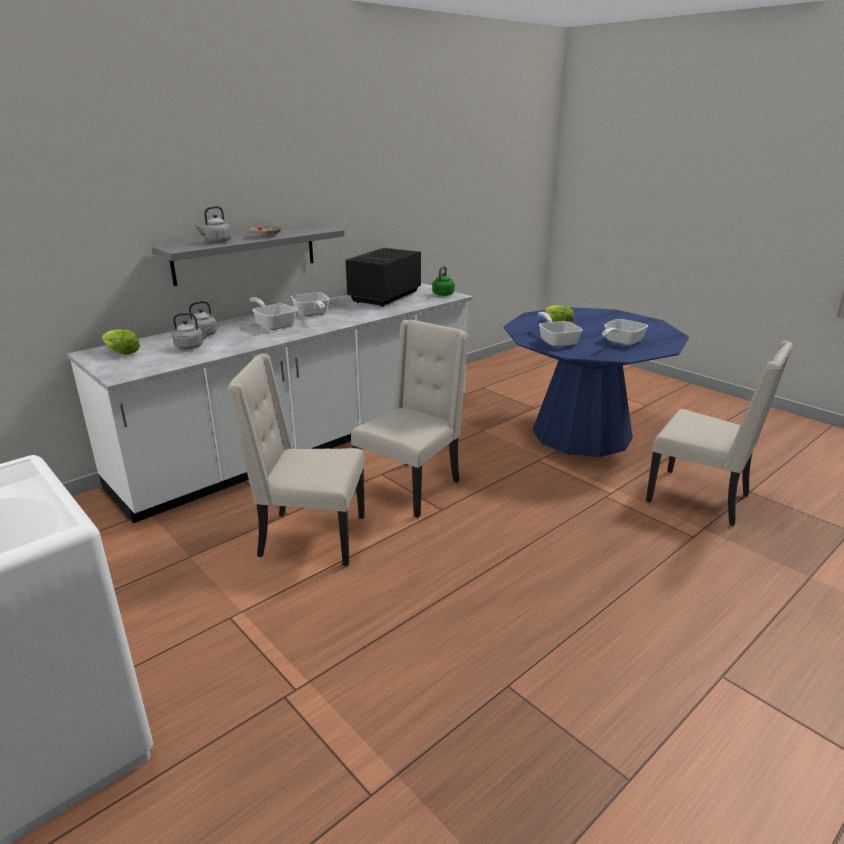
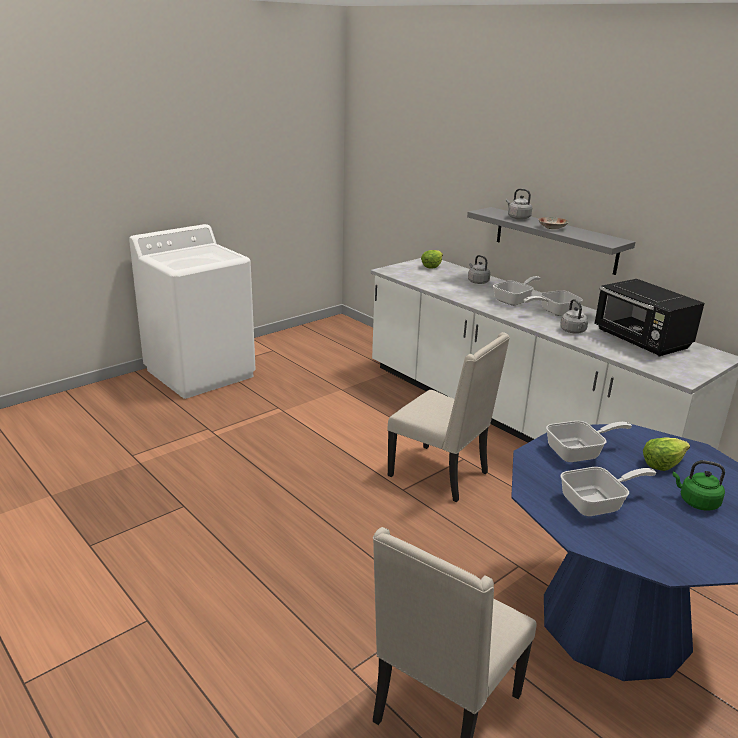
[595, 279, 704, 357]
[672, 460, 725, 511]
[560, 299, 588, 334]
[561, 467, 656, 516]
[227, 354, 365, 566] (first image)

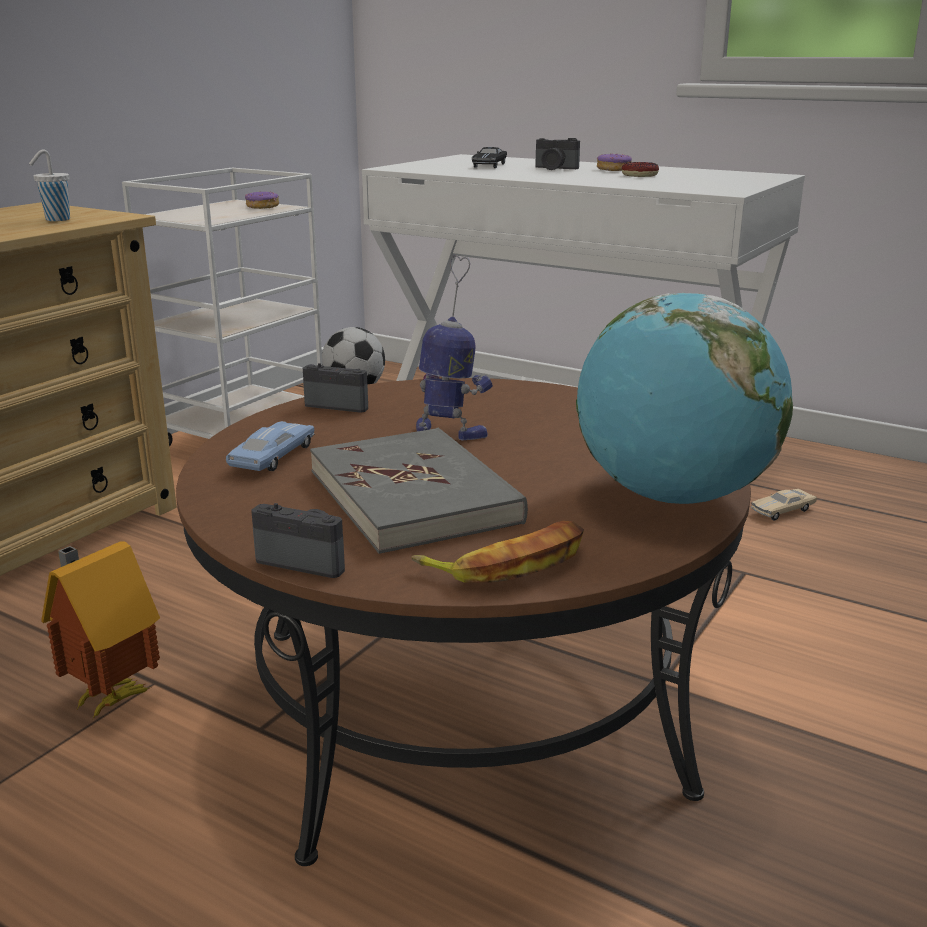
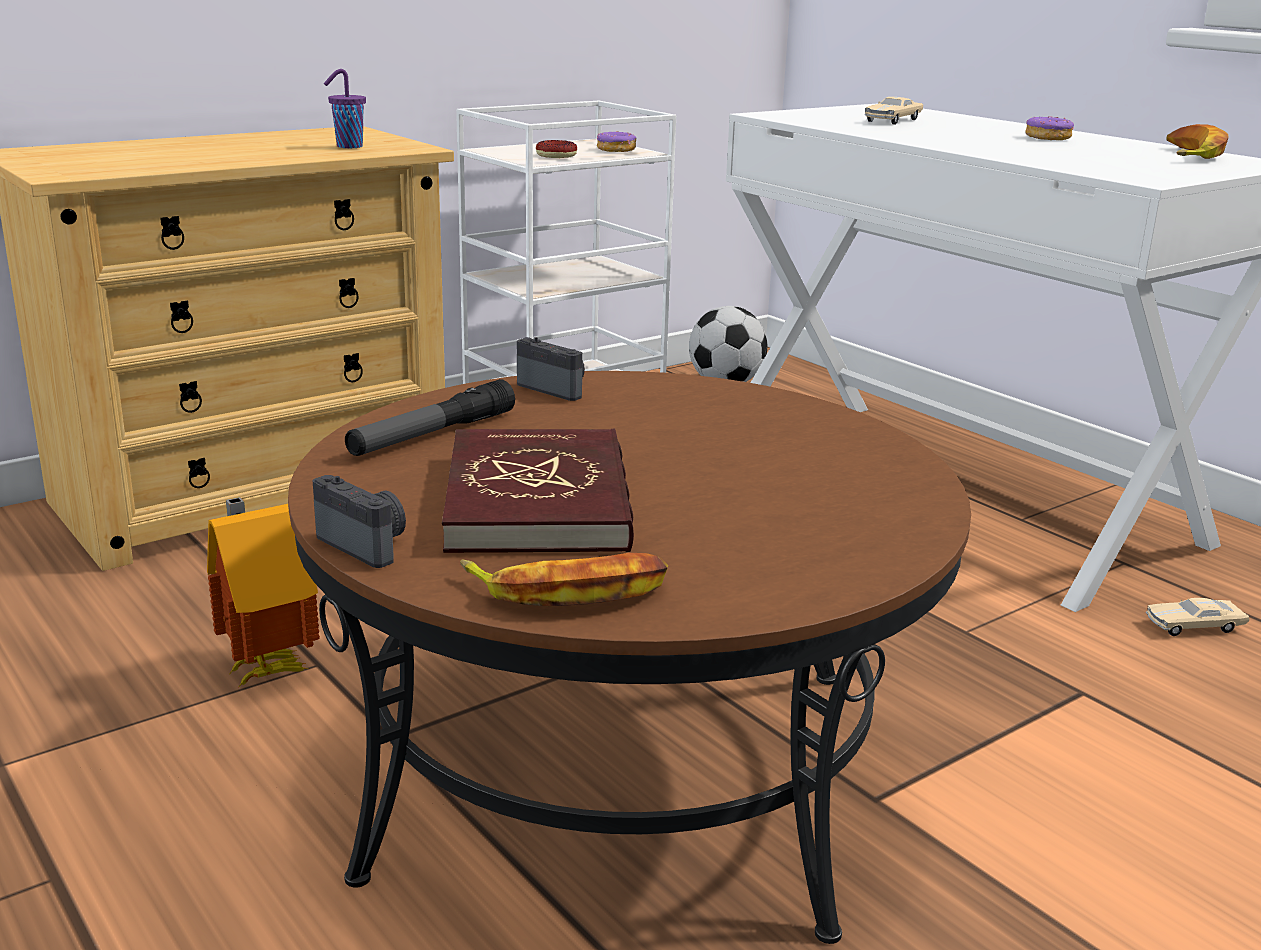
[535, 138, 580, 170] (first image)
[865, 97, 923, 125]
[324, 69, 366, 148]
[536, 140, 577, 158]
[416, 255, 493, 441] (first image)
[576, 293, 793, 504] (first image)
[345, 379, 515, 456]
[442, 429, 634, 553]
[1166, 124, 1229, 159]

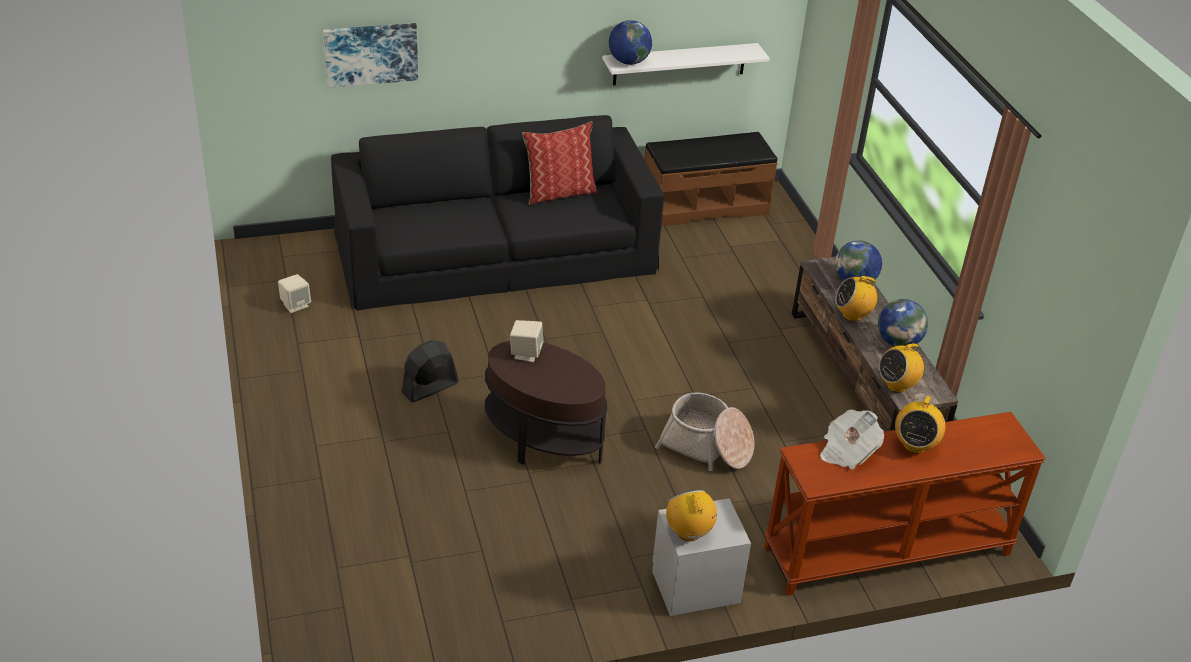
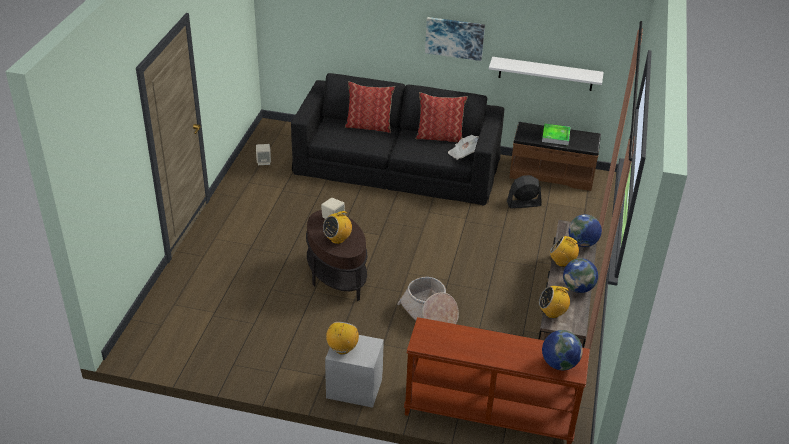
[542, 330, 583, 370]
[425, 17, 485, 61]
[507, 175, 542, 208]
[323, 211, 352, 244]
[448, 135, 479, 160]
[345, 81, 395, 133]
[542, 124, 571, 145]

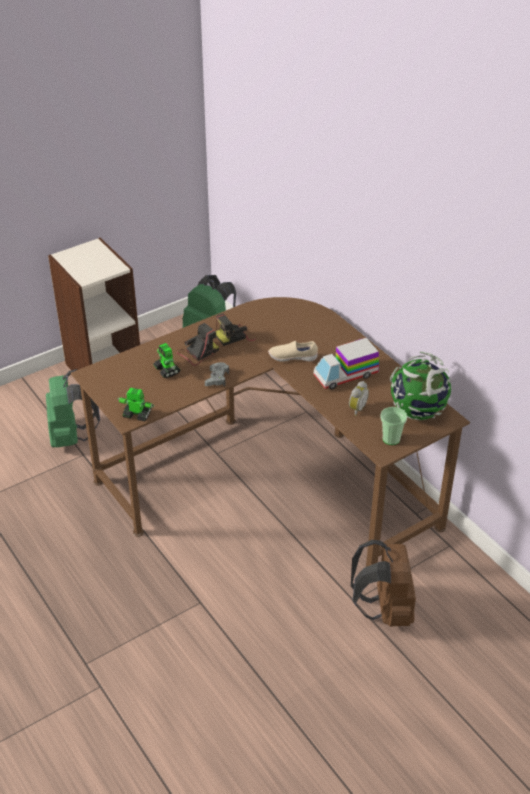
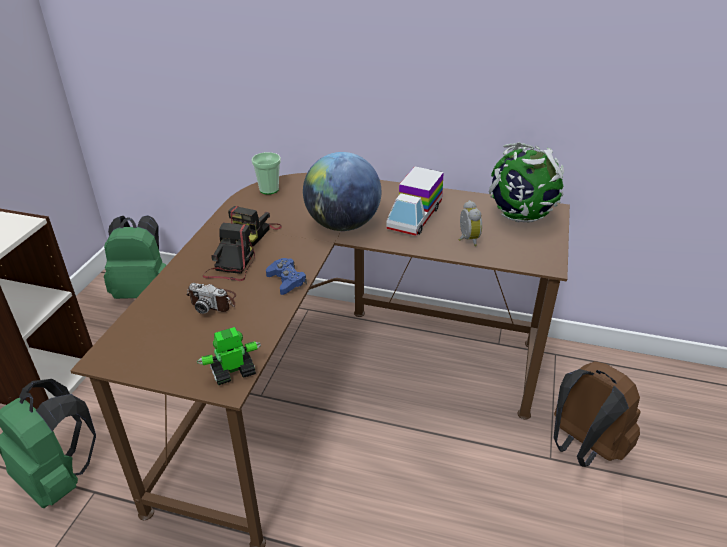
[303, 152, 381, 231]
[186, 283, 236, 314]
[266, 258, 307, 295]
[251, 152, 281, 195]

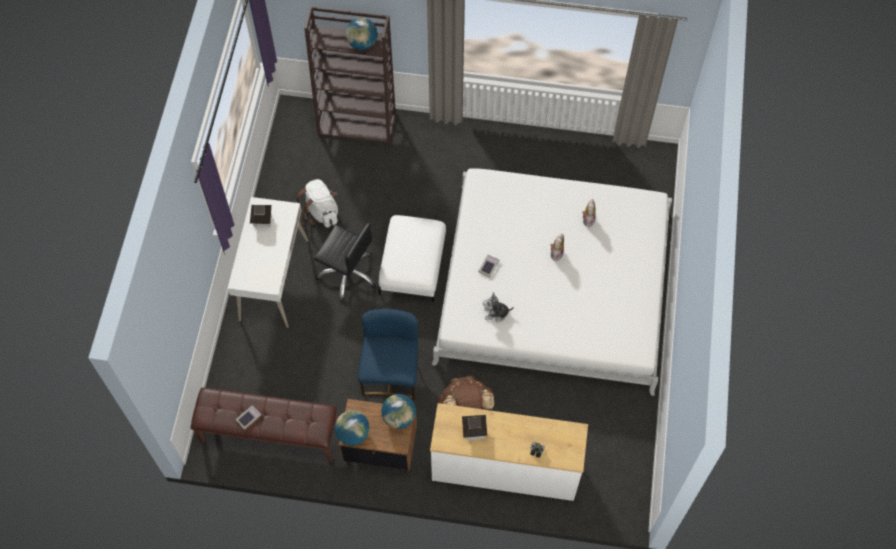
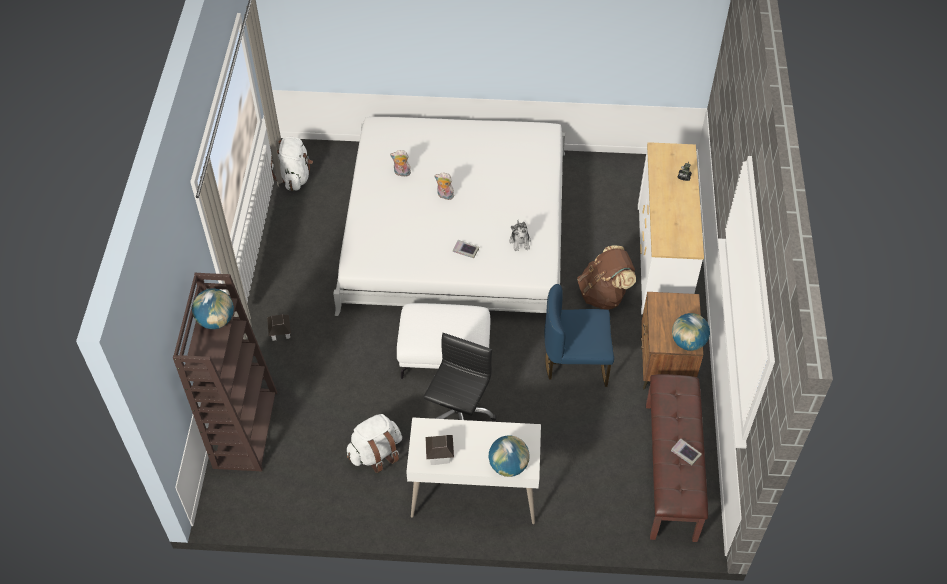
[489, 435, 530, 477]
[267, 315, 291, 341]
[270, 137, 313, 191]

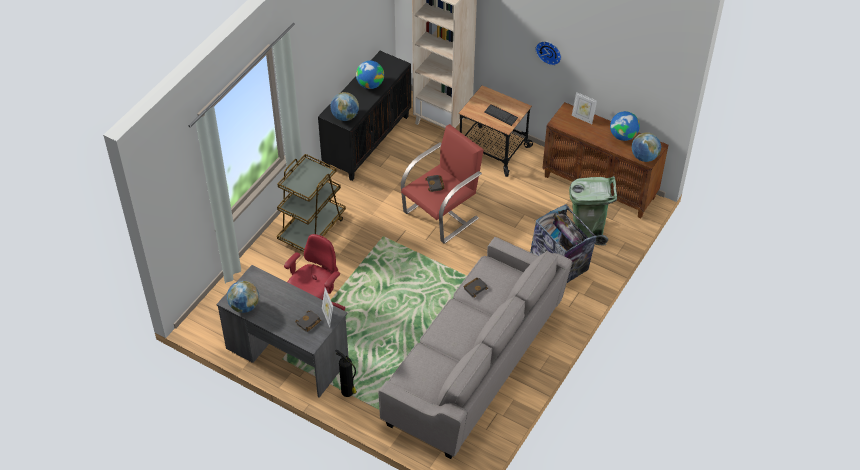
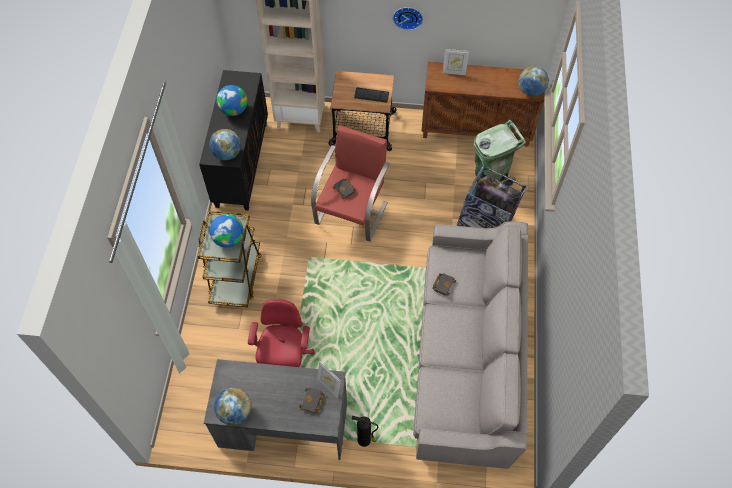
[210, 214, 244, 248]

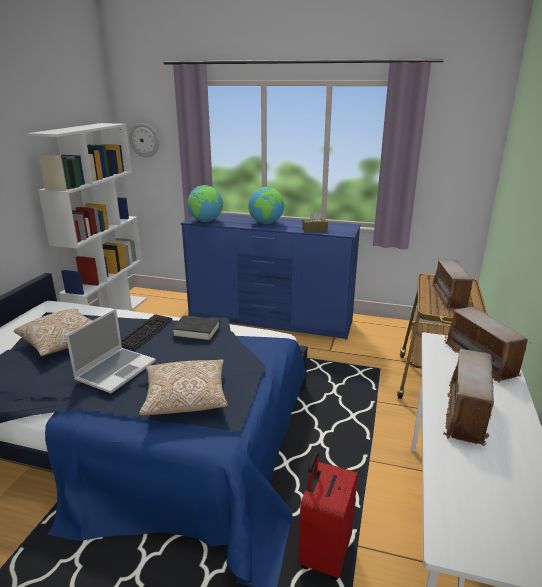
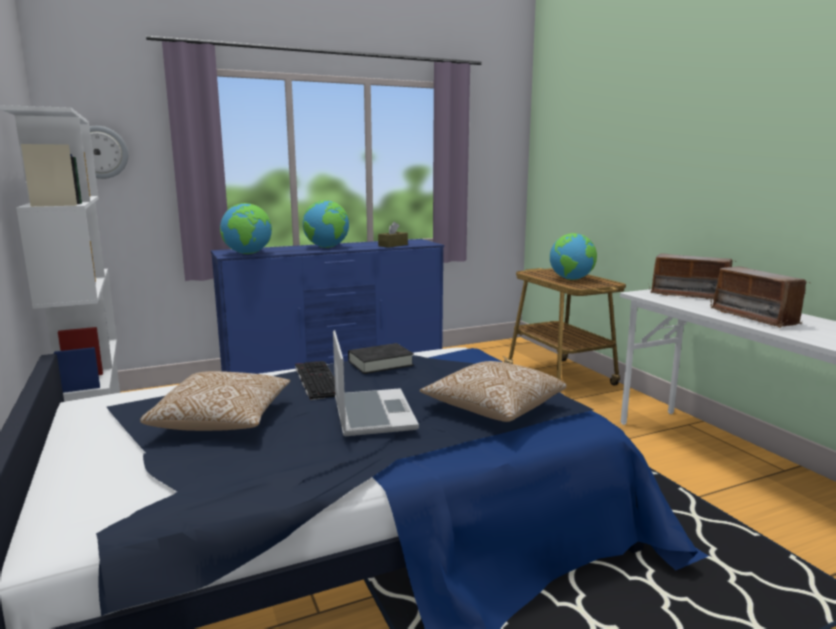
[550, 233, 597, 280]
[298, 452, 358, 580] (first image)

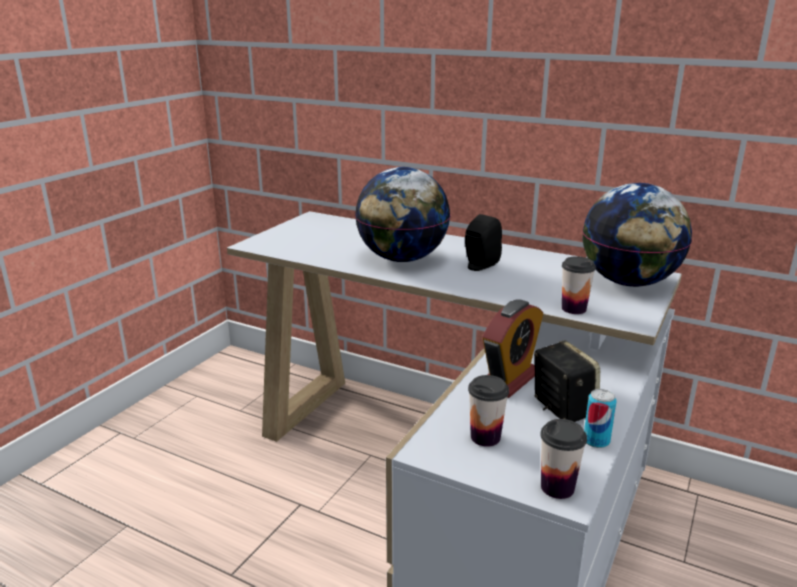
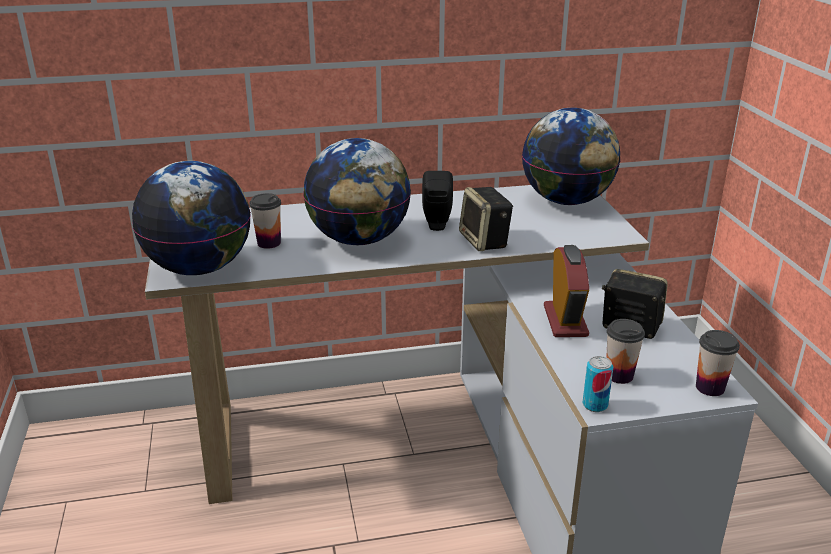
[249, 193, 281, 249]
[583, 356, 613, 412]
[132, 161, 251, 275]
[459, 187, 513, 251]

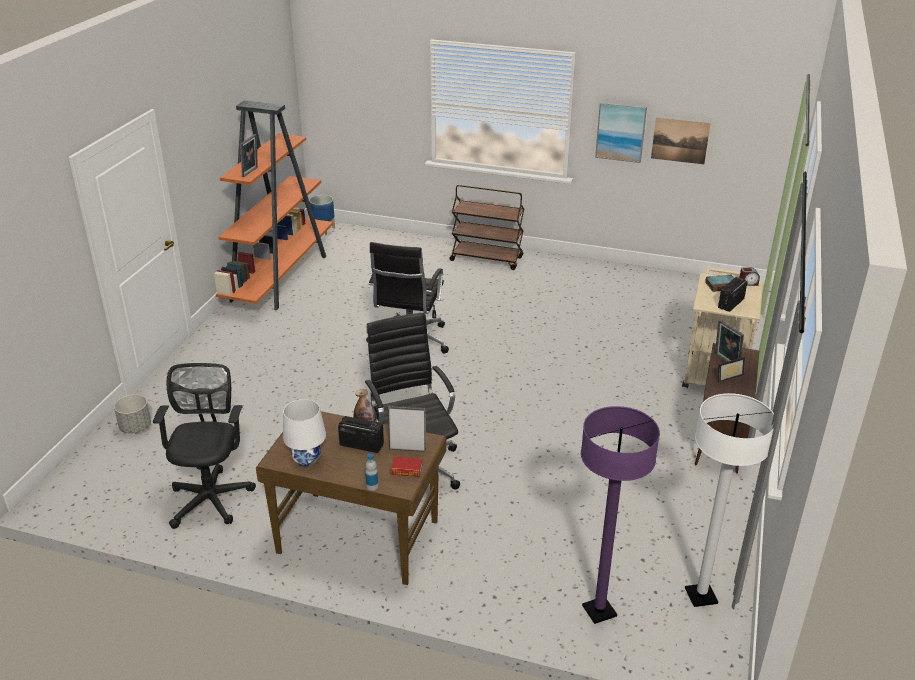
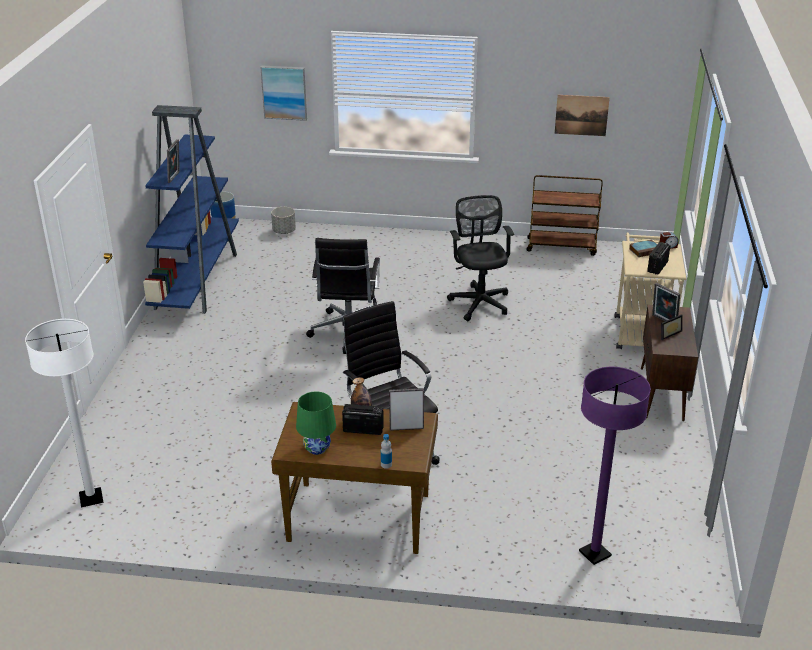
[143, 105, 239, 314]
[260, 65, 307, 121]
[526, 175, 603, 256]
[447, 195, 514, 321]
[25, 319, 104, 508]
[271, 207, 296, 234]
[296, 391, 336, 455]
[391, 457, 422, 477] (first image)

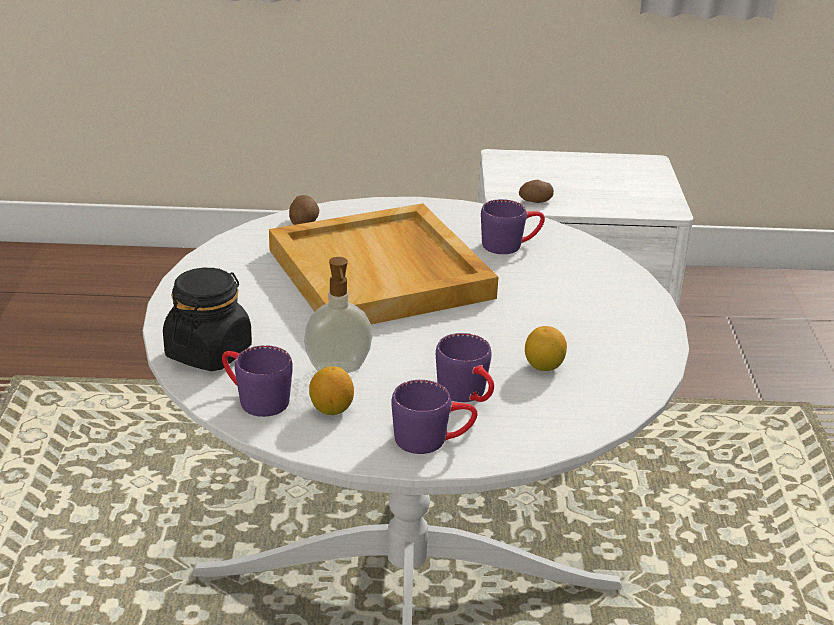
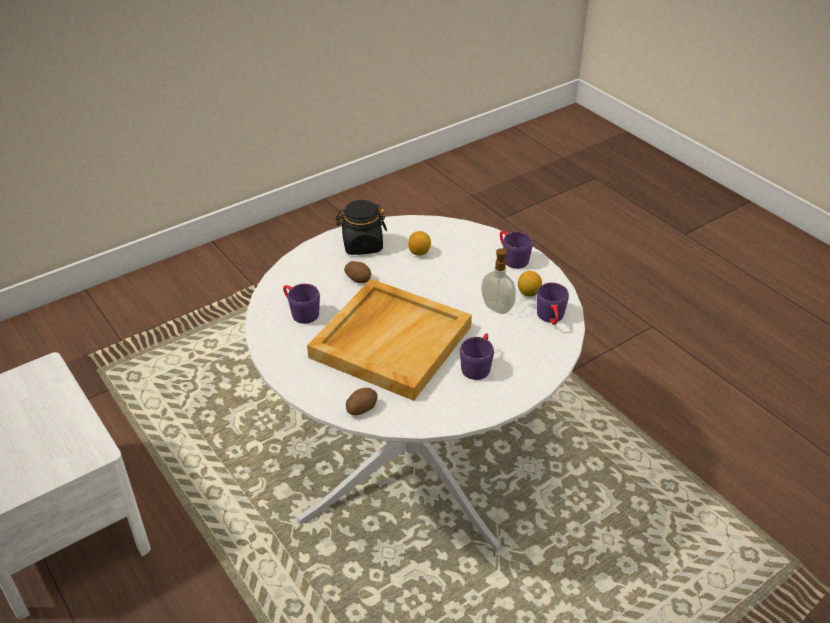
[344, 261, 371, 283]
[336, 200, 387, 255]
[460, 333, 494, 380]

